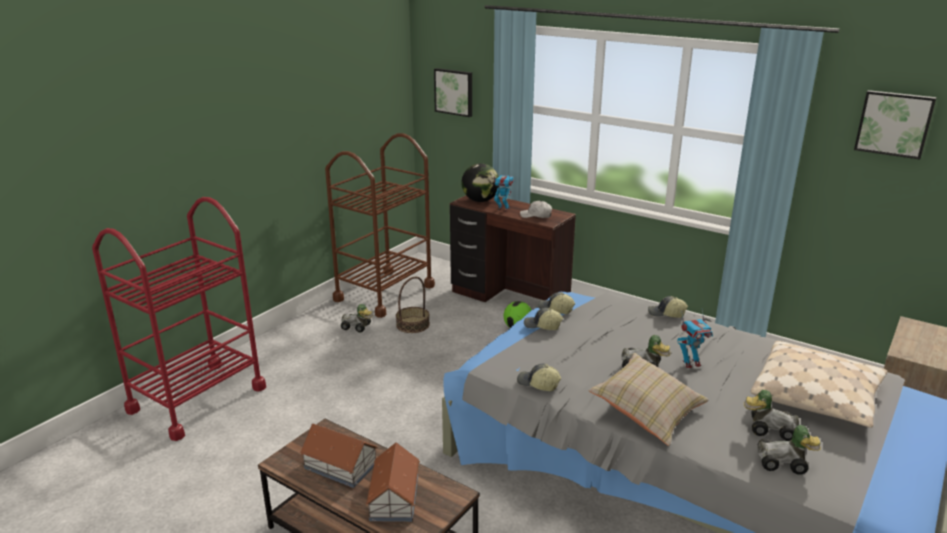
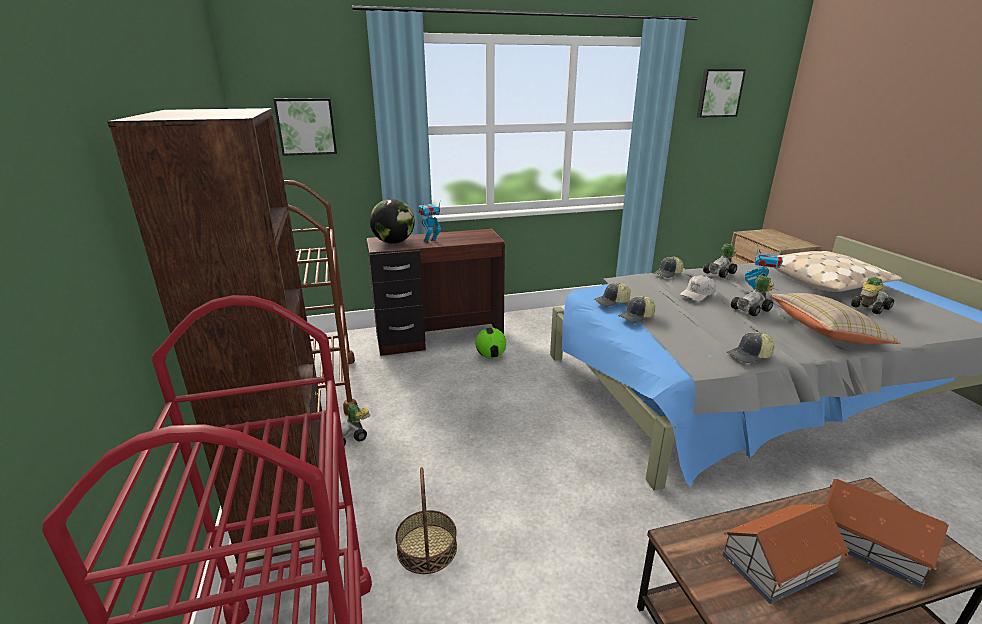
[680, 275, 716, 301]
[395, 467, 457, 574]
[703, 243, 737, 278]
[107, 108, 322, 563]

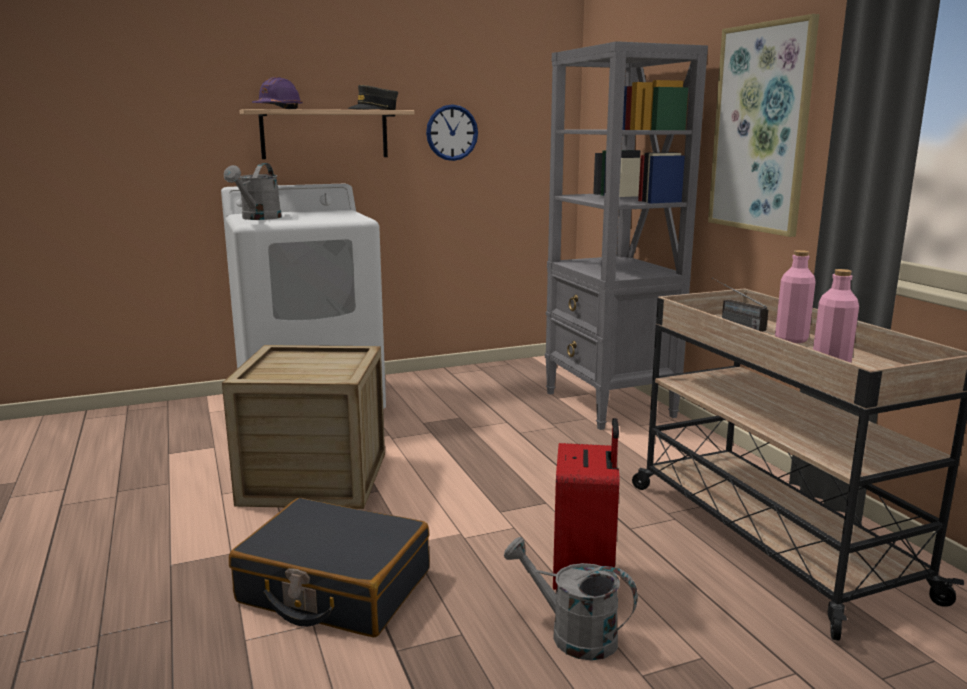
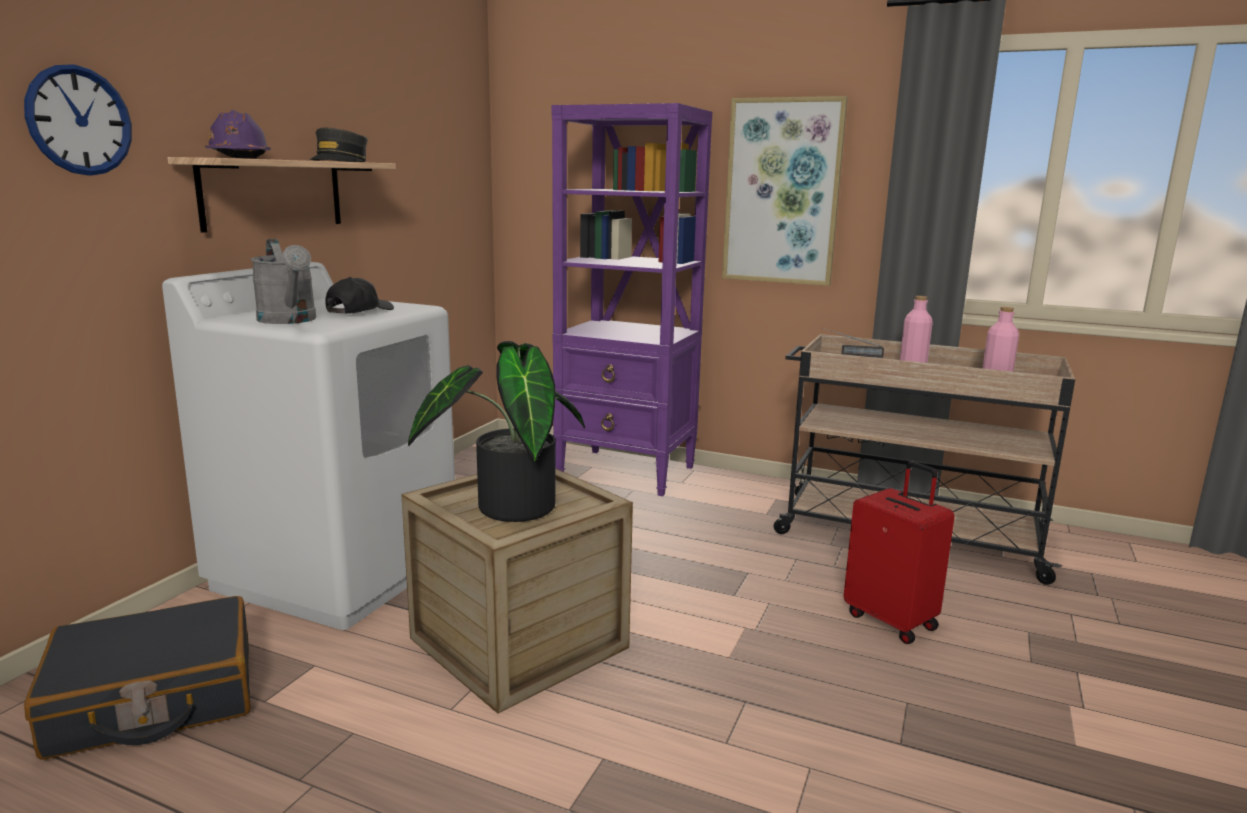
[551, 103, 712, 496]
[24, 64, 132, 176]
[24, 596, 251, 760]
[504, 537, 638, 660] (first image)
[325, 277, 394, 314]
[408, 341, 585, 522]

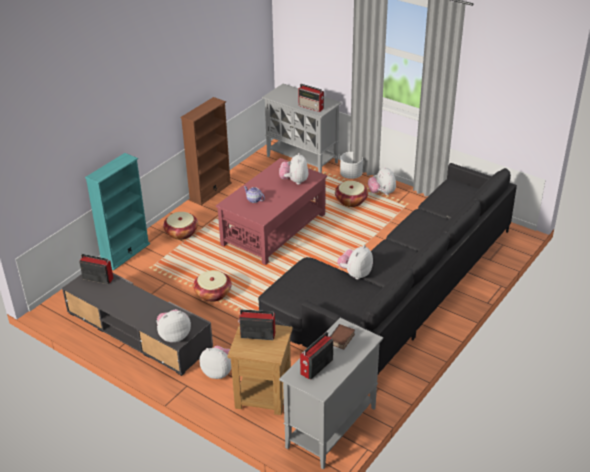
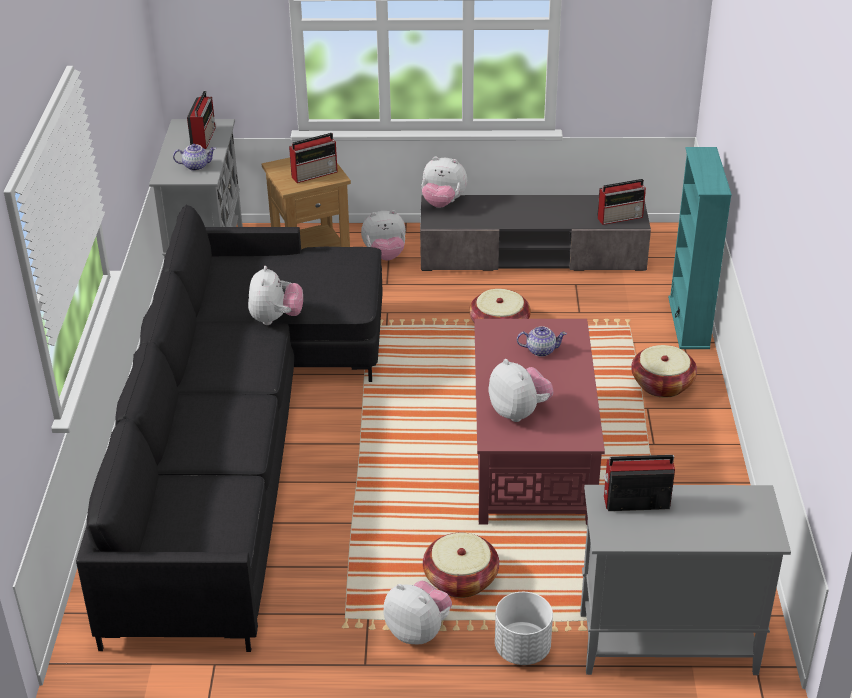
[181, 97, 232, 205] (first image)
[422, 156, 467, 208]
[173, 144, 216, 171]

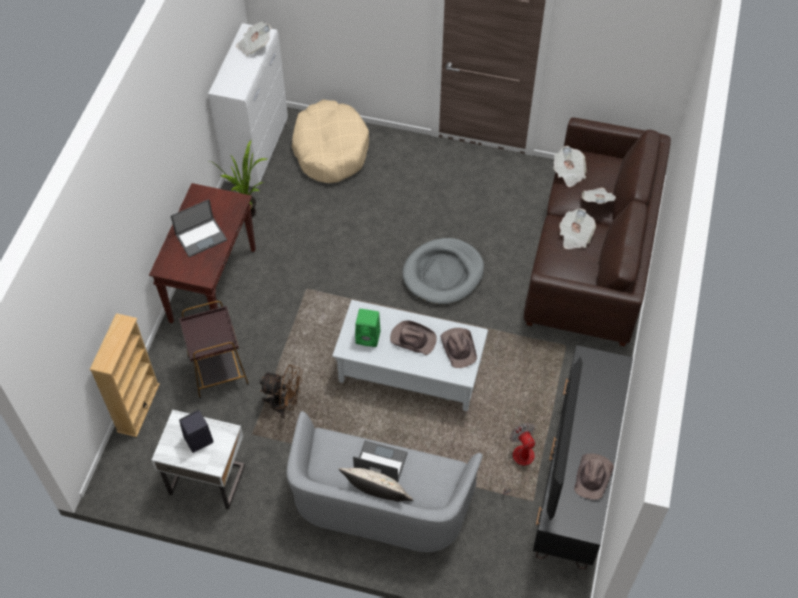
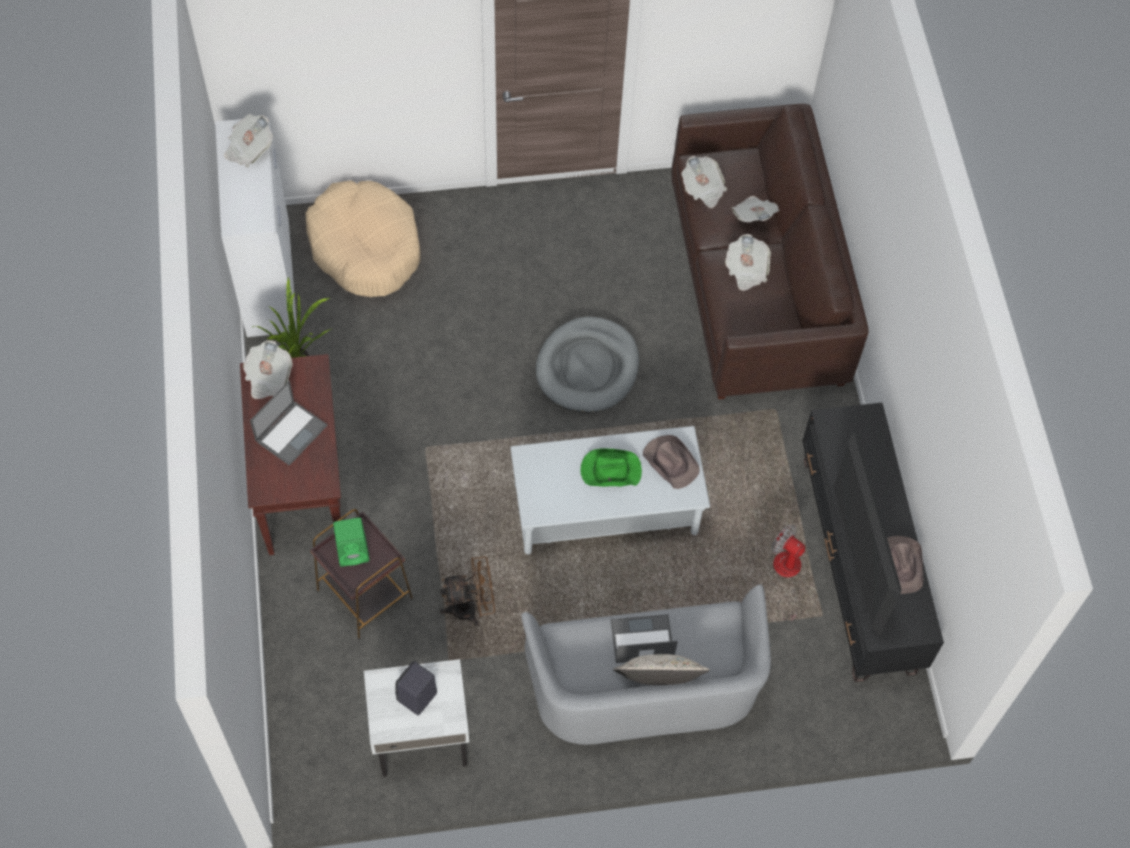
[333, 517, 370, 567]
[89, 313, 160, 437] (first image)
[580, 449, 642, 487]
[243, 340, 293, 399]

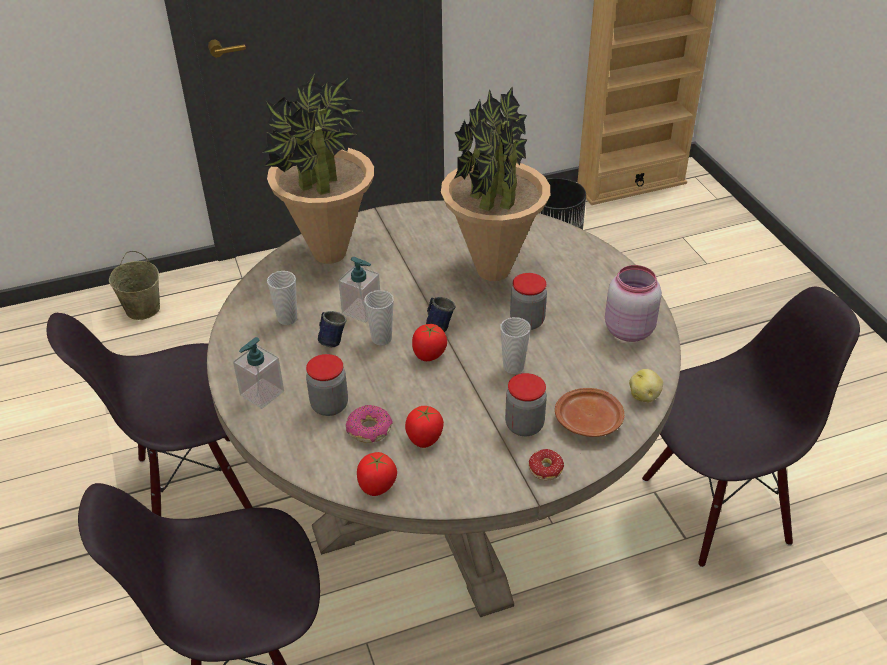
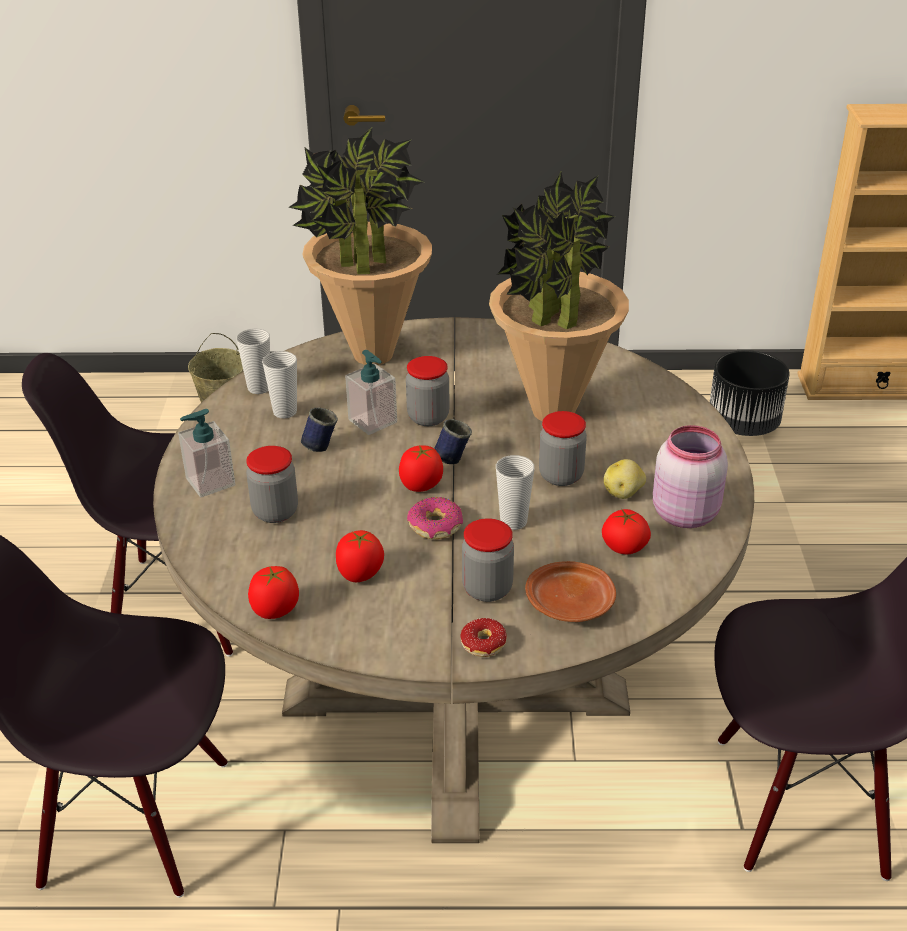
[236, 328, 270, 394]
[604, 459, 646, 499]
[407, 497, 463, 539]
[406, 356, 450, 426]
[602, 508, 651, 554]

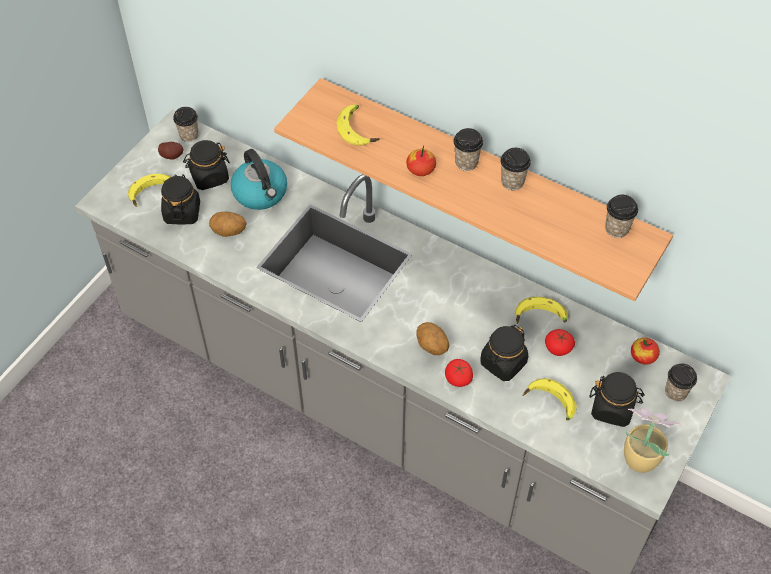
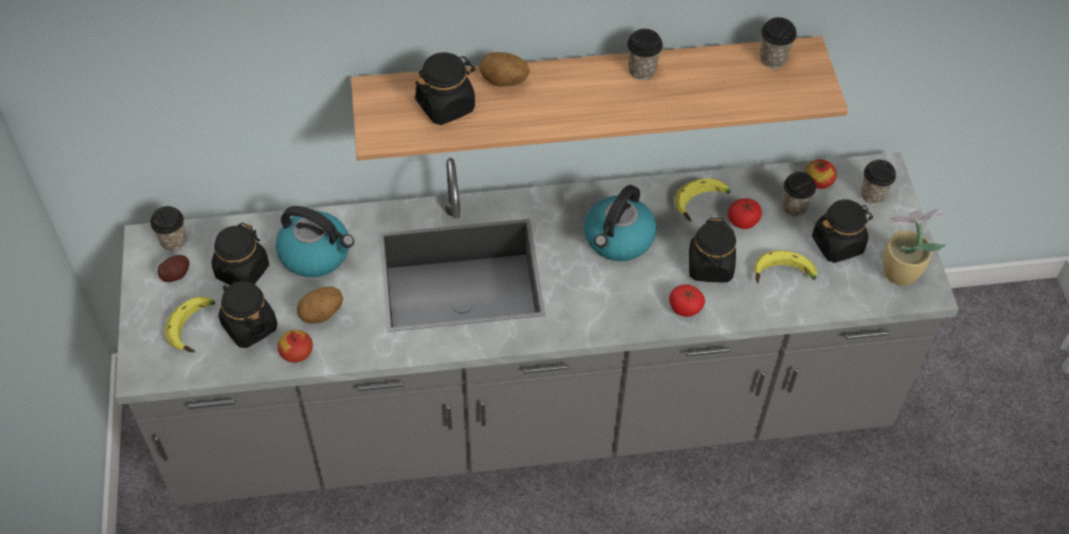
[415, 52, 475, 125]
[782, 172, 816, 217]
[278, 330, 313, 362]
[479, 52, 530, 86]
[584, 185, 657, 261]

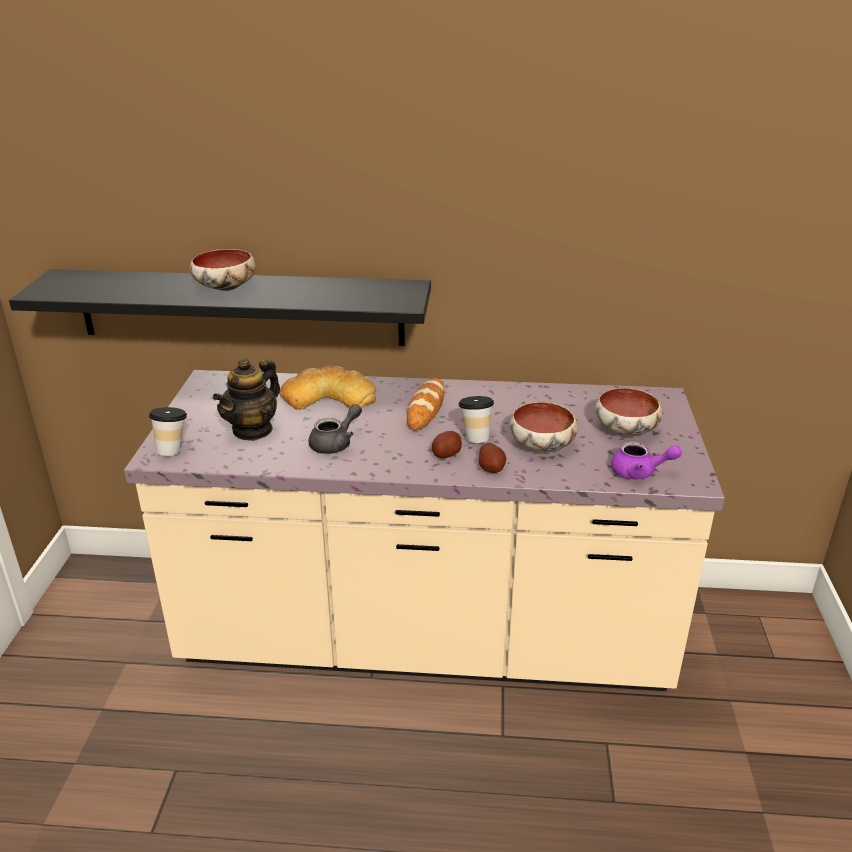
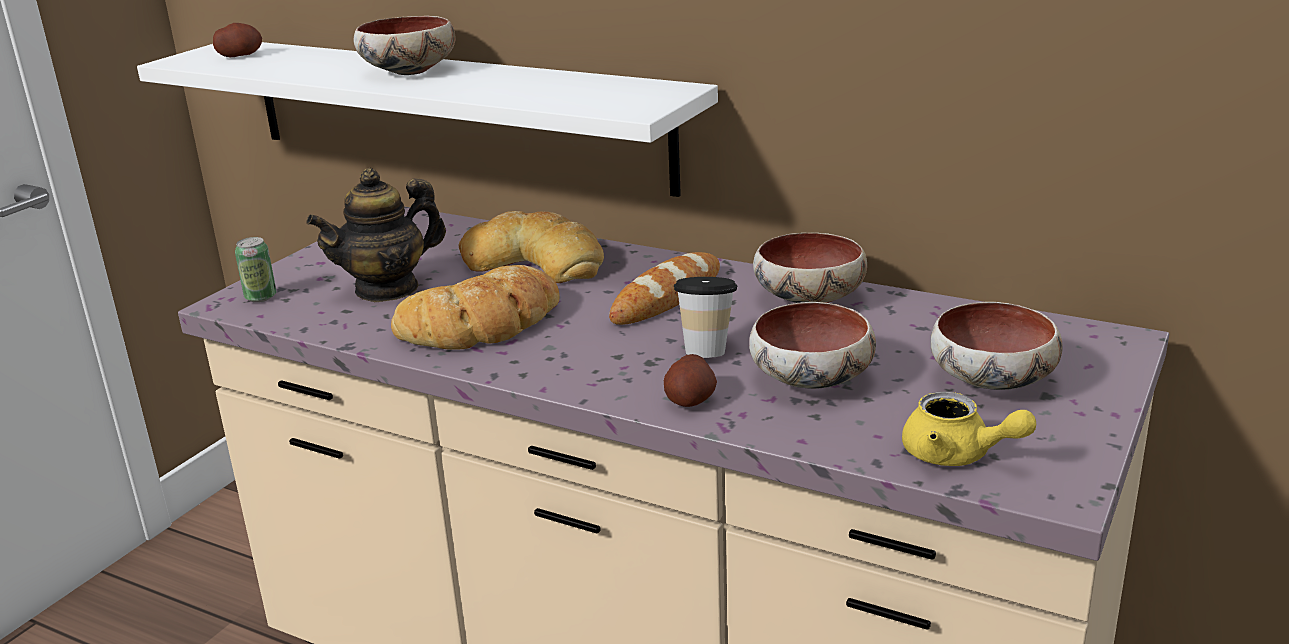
[137, 42, 718, 197]
[391, 265, 559, 350]
[235, 237, 276, 302]
[213, 23, 262, 57]
[902, 391, 1036, 466]
[753, 233, 867, 303]

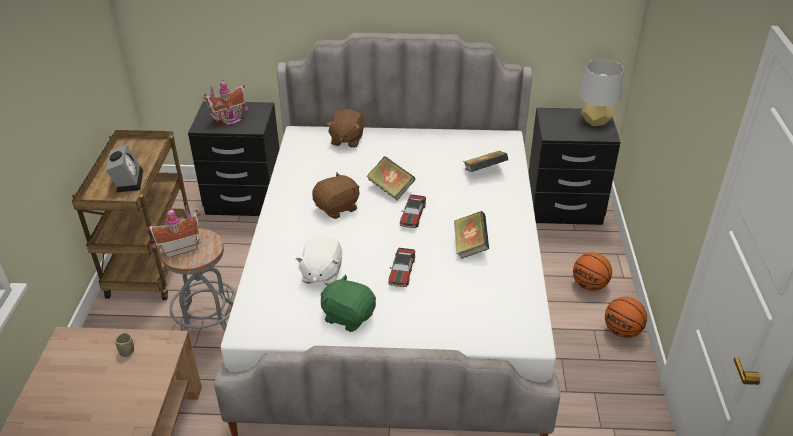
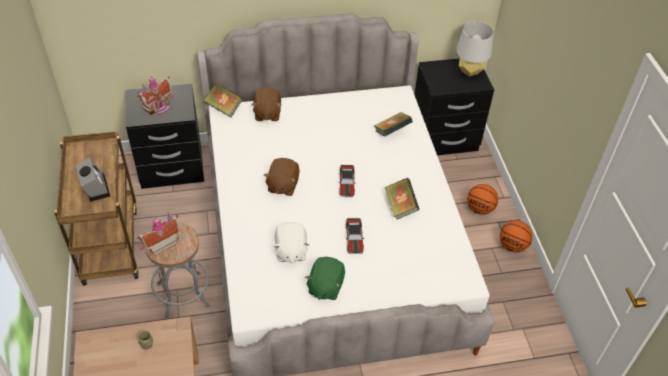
[204, 85, 243, 117]
[264, 158, 300, 196]
[305, 257, 345, 300]

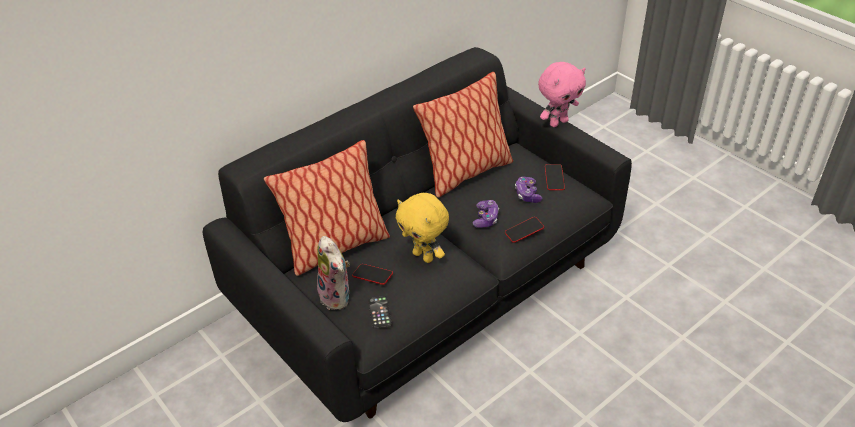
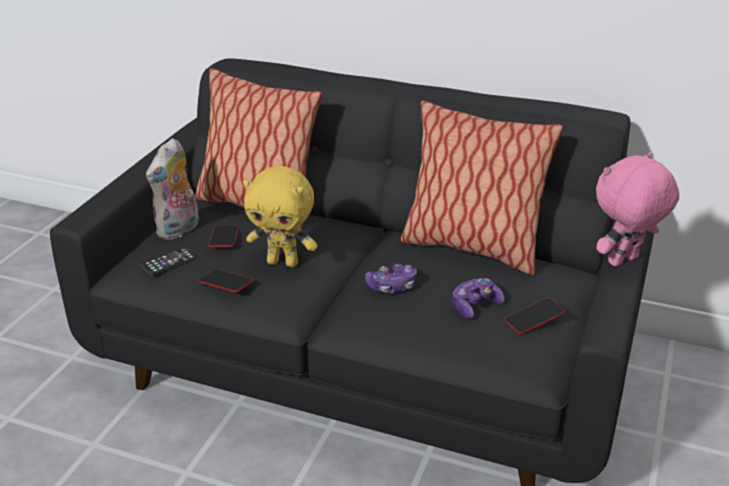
[596, 152, 679, 267]
[243, 166, 318, 267]
[199, 269, 253, 293]

